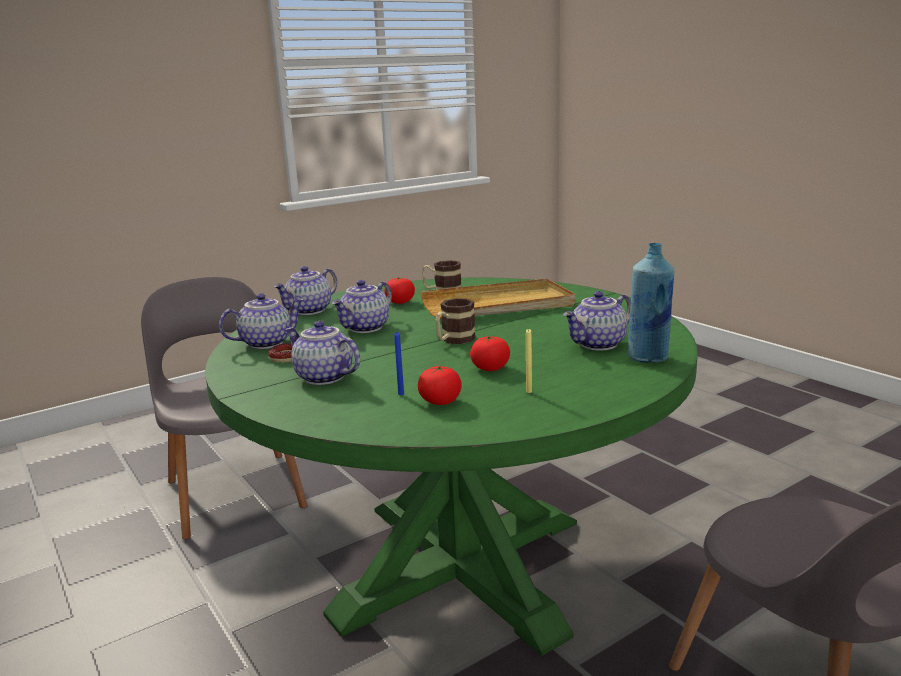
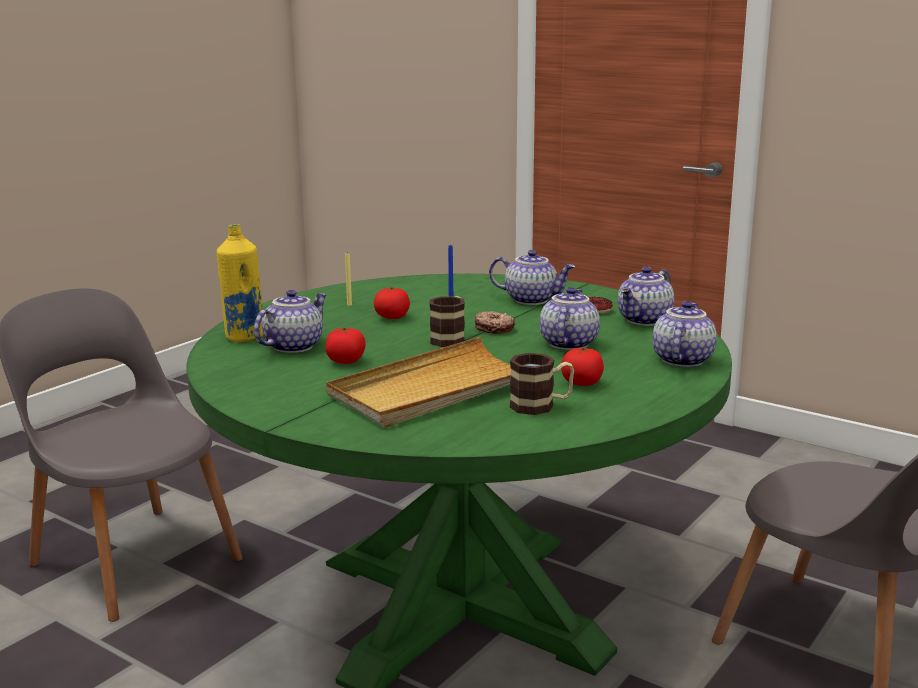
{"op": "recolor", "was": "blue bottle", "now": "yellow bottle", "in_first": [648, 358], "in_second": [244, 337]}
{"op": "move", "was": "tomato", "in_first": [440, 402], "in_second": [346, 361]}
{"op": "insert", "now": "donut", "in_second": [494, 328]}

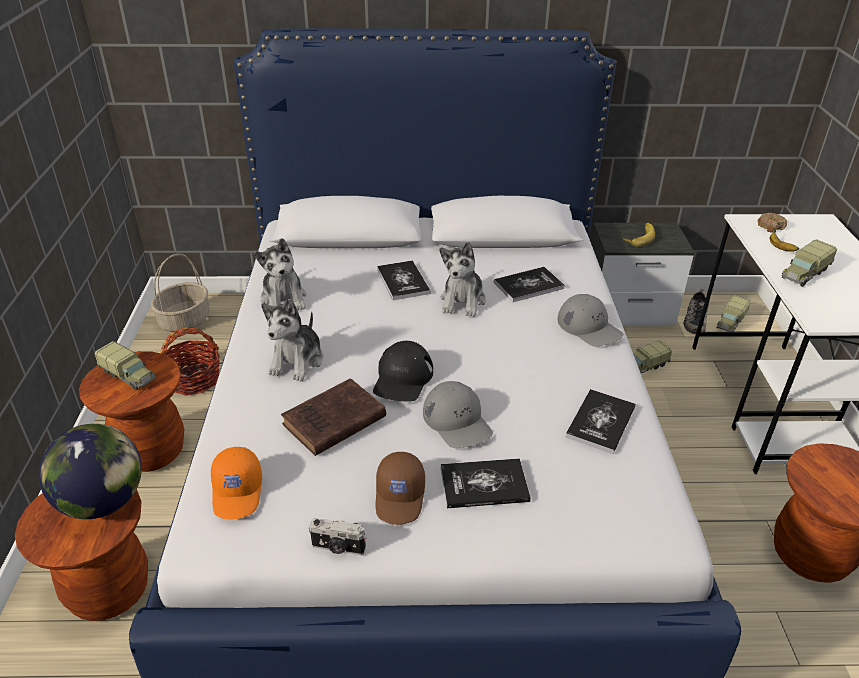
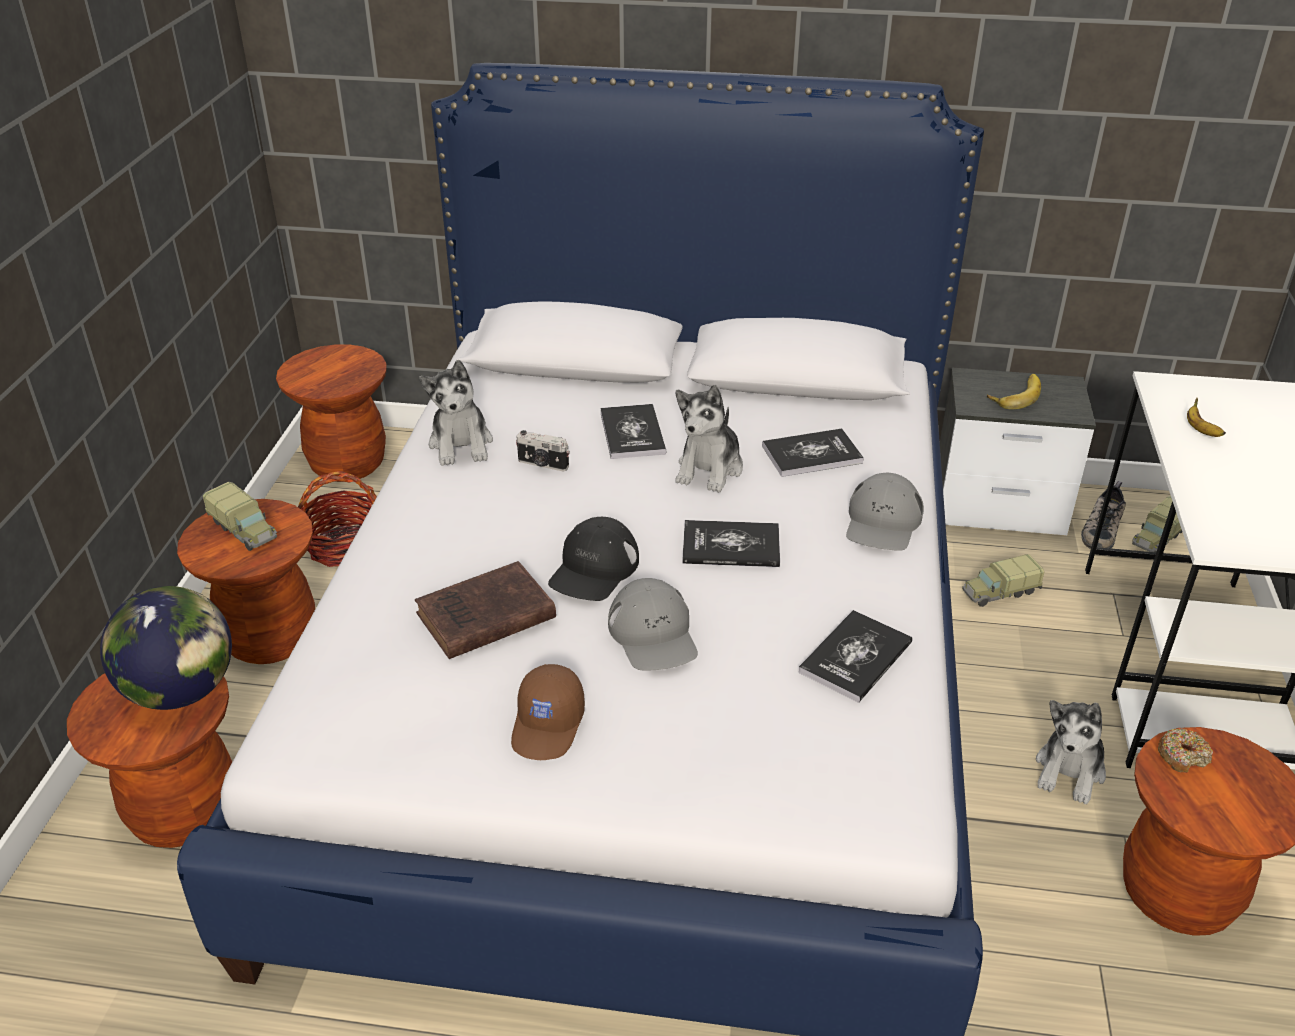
{"op": "move", "was": "donut", "in_first": [770, 226], "in_second": [1182, 756]}
{"op": "delete", "was": "toy truck", "in_first": [804, 274]}
{"op": "replace", "was": "basket", "now": "brown stool", "in_first": [185, 321], "in_second": [347, 463]}
{"op": "rotate", "was": "grey cap", "in_first": [589, 327], "in_second": [882, 522], "clockwise": 45}
{"op": "move", "was": "plush toy", "in_first": [297, 361], "in_second": [1070, 771]}
{"op": "delete", "was": "orange cap", "in_first": [238, 492]}
{"op": "move", "was": "book", "in_first": [484, 485], "in_second": [731, 546]}
{"op": "move", "was": "photo camera", "in_first": [338, 548], "in_second": [542, 464]}

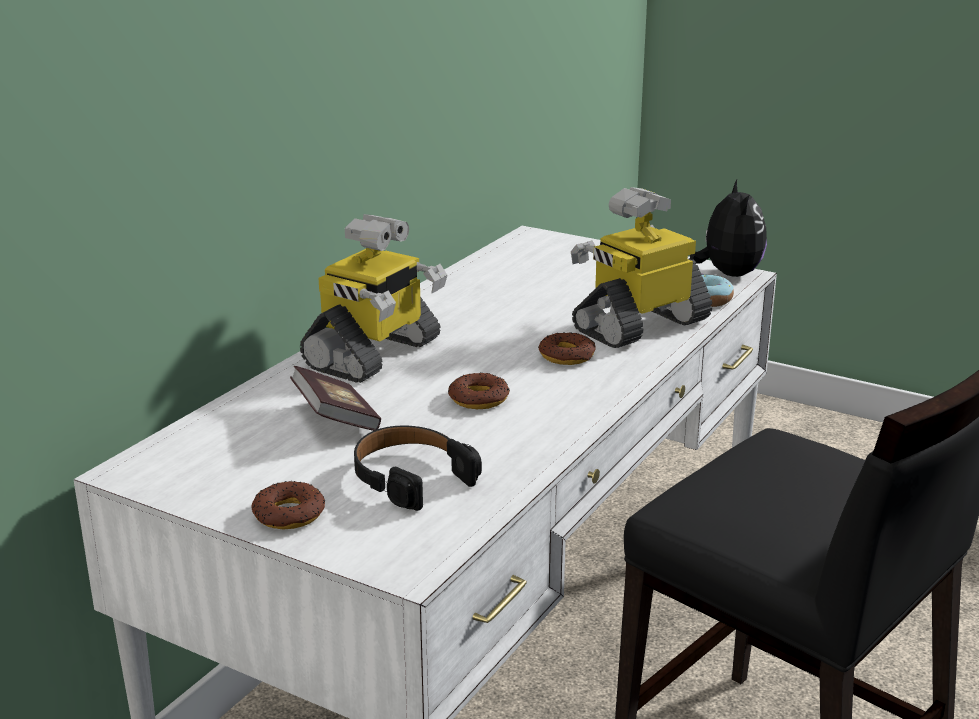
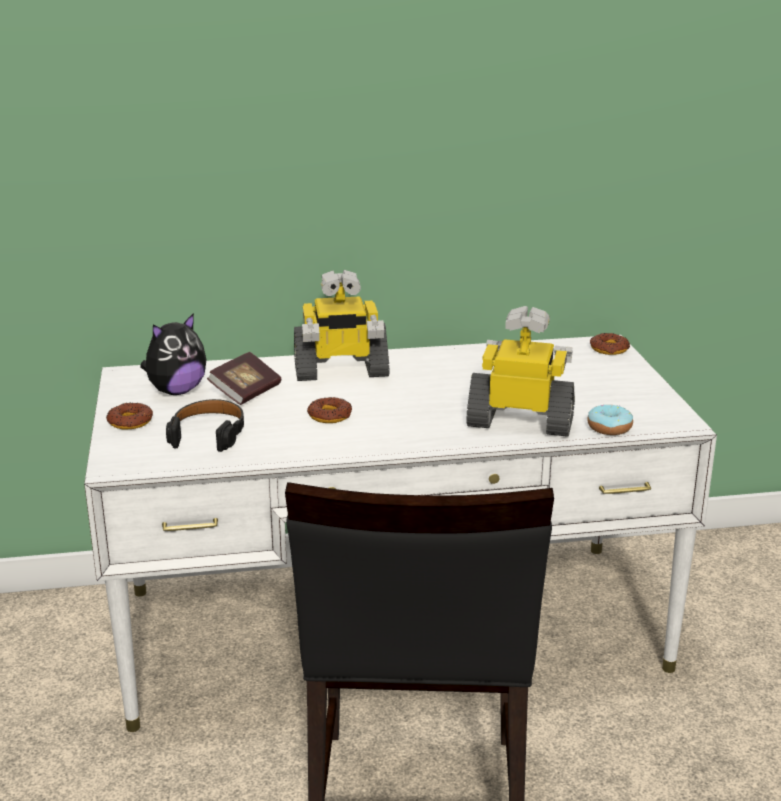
{"op": "move", "was": "plush toy", "in_first": [728, 274], "in_second": [176, 391]}
{"op": "move", "was": "donut", "in_first": [567, 356], "in_second": [609, 349]}

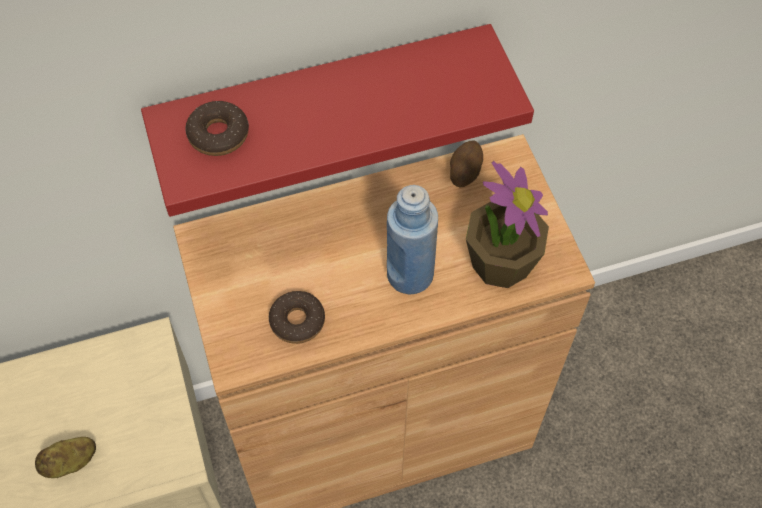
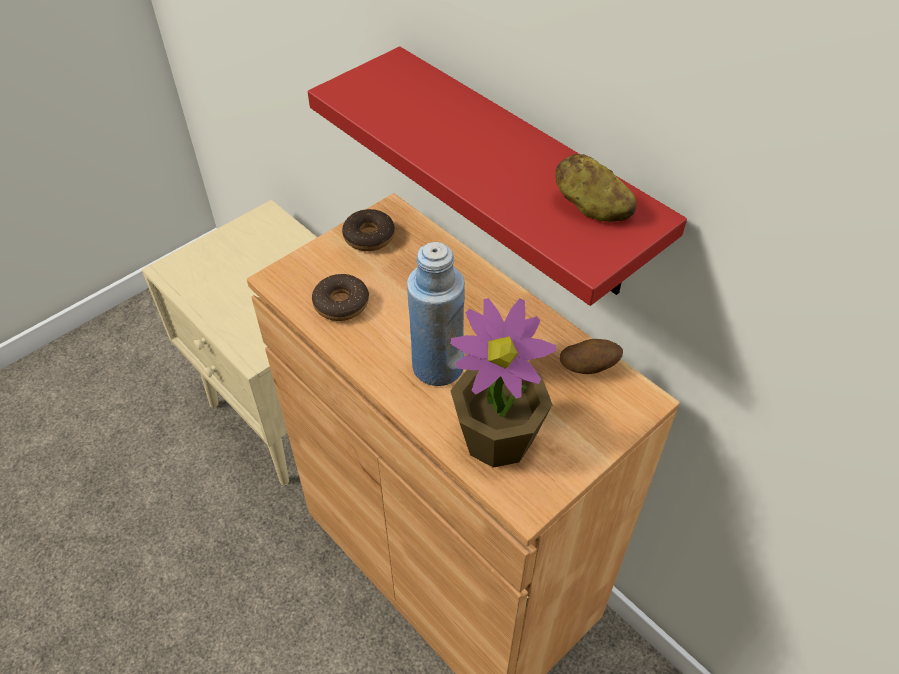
{"op": "move", "was": "donut", "in_first": [218, 134], "in_second": [369, 236]}
{"op": "move", "was": "potato", "in_first": [70, 463], "in_second": [591, 208]}

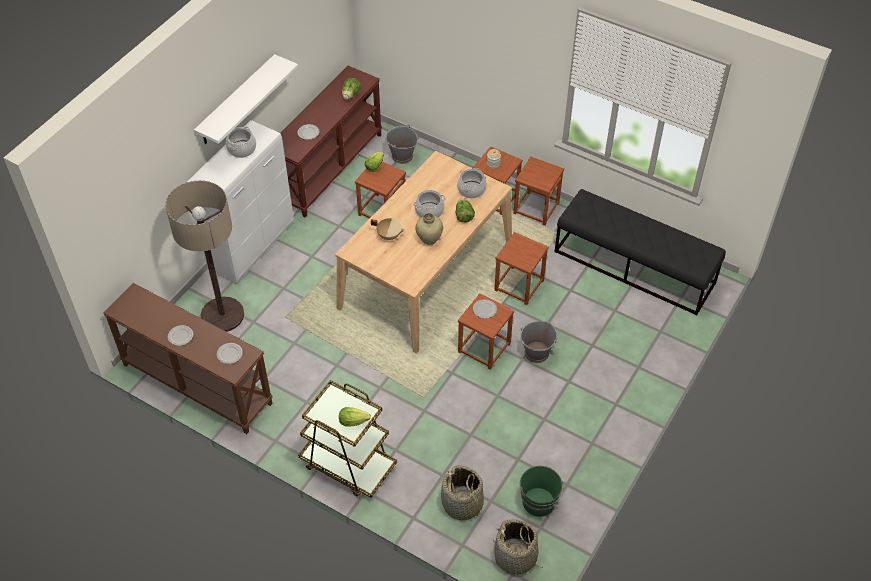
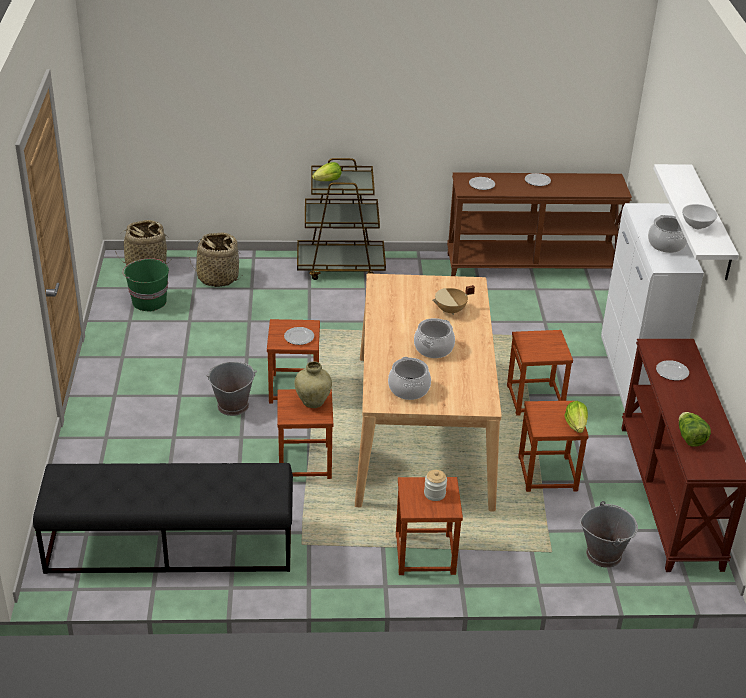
{"op": "move", "was": "brown stool", "in_first": [536, 208], "in_second": [535, 400]}
{"op": "delete", "was": "floor lamp", "in_first": [222, 315]}
{"op": "delete", "was": "lettuce", "in_first": [463, 216]}
{"op": "move", "was": "beige vase", "in_first": [429, 239], "in_second": [313, 402]}
{"op": "insert", "now": "white bowl", "in_second": [696, 226]}

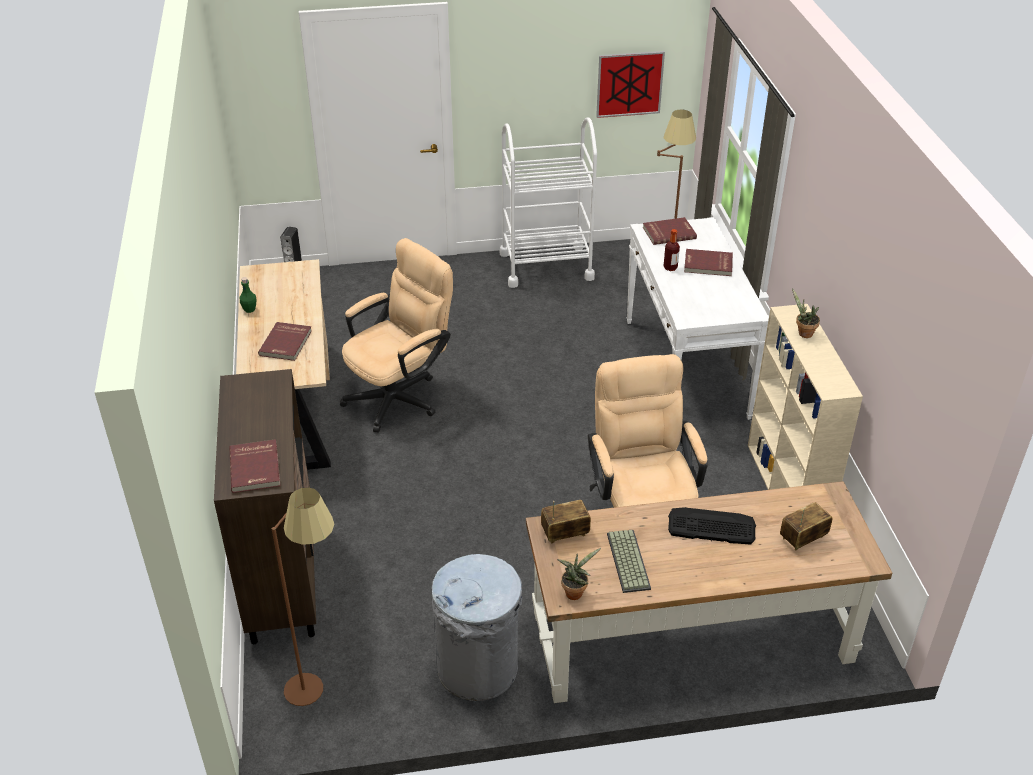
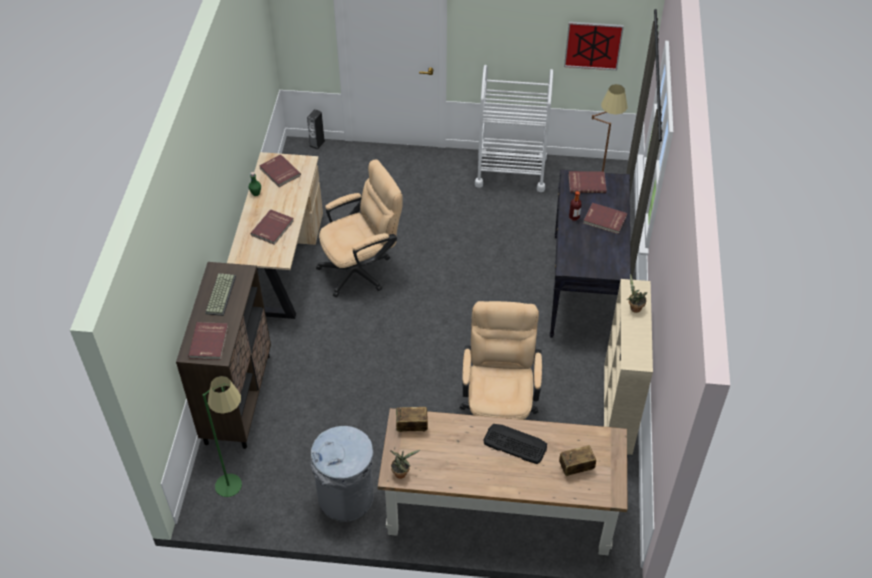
{"op": "recolor", "was": "white console table", "now": "black console table", "in_first": [686, 368], "in_second": [584, 287]}
{"op": "recolor", "was": "brown floor lamp", "now": "green floor lamp", "in_first": [321, 691], "in_second": [239, 489]}
{"op": "move", "was": "keyboard", "in_first": [626, 560], "in_second": [220, 294]}
{"op": "insert", "now": "red book", "in_second": [279, 172]}

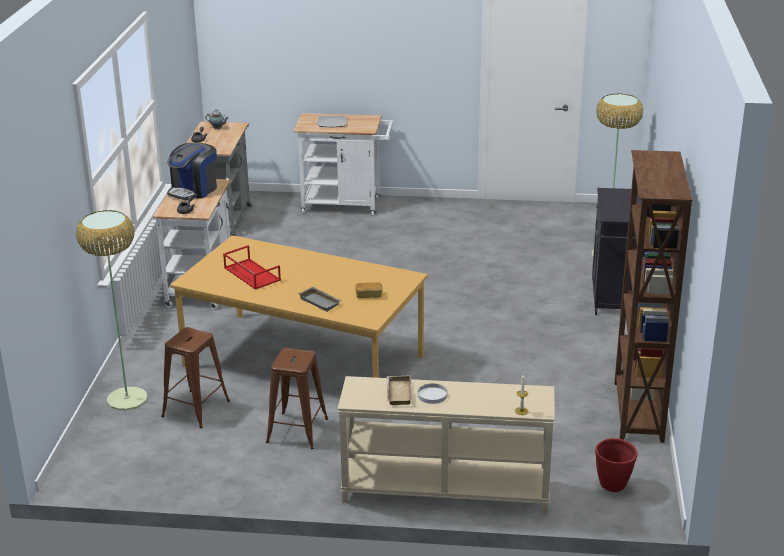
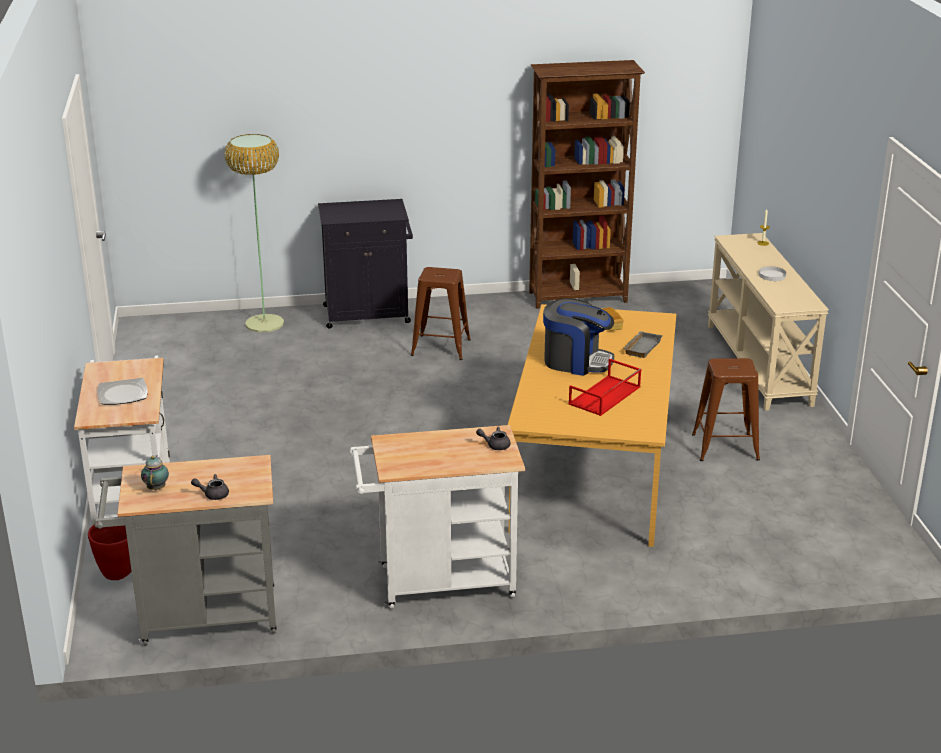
{"op": "move", "was": "coffee machine", "in_first": [193, 190], "in_second": [576, 361]}
{"op": "delete", "was": "floor lamp", "in_first": [127, 399]}
{"op": "move", "was": "brown stool", "in_first": [196, 409], "in_second": [441, 347]}
{"op": "delete", "was": "beige tray", "in_first": [397, 393]}
{"op": "move", "was": "red planter", "in_first": [613, 486], "in_second": [117, 572]}

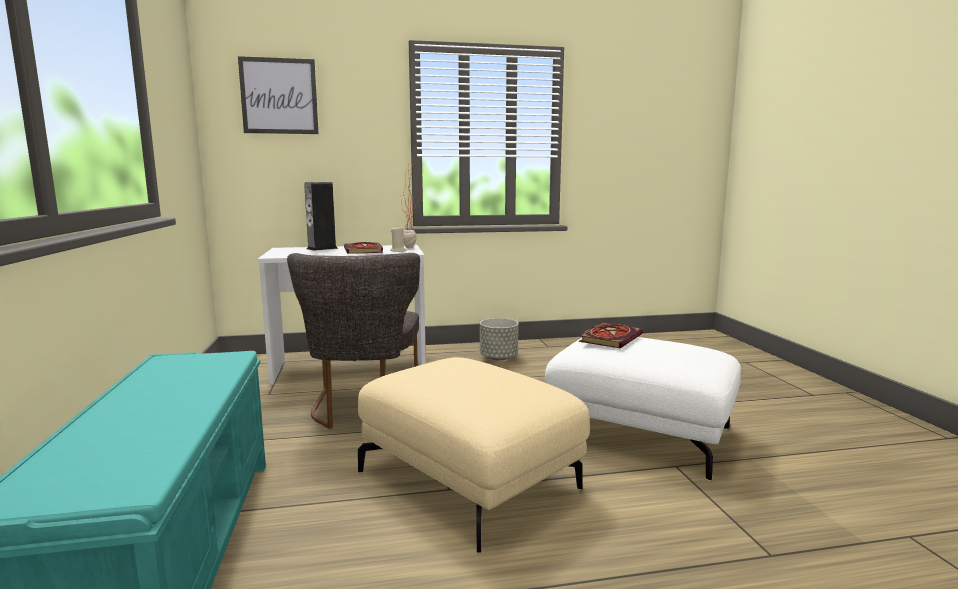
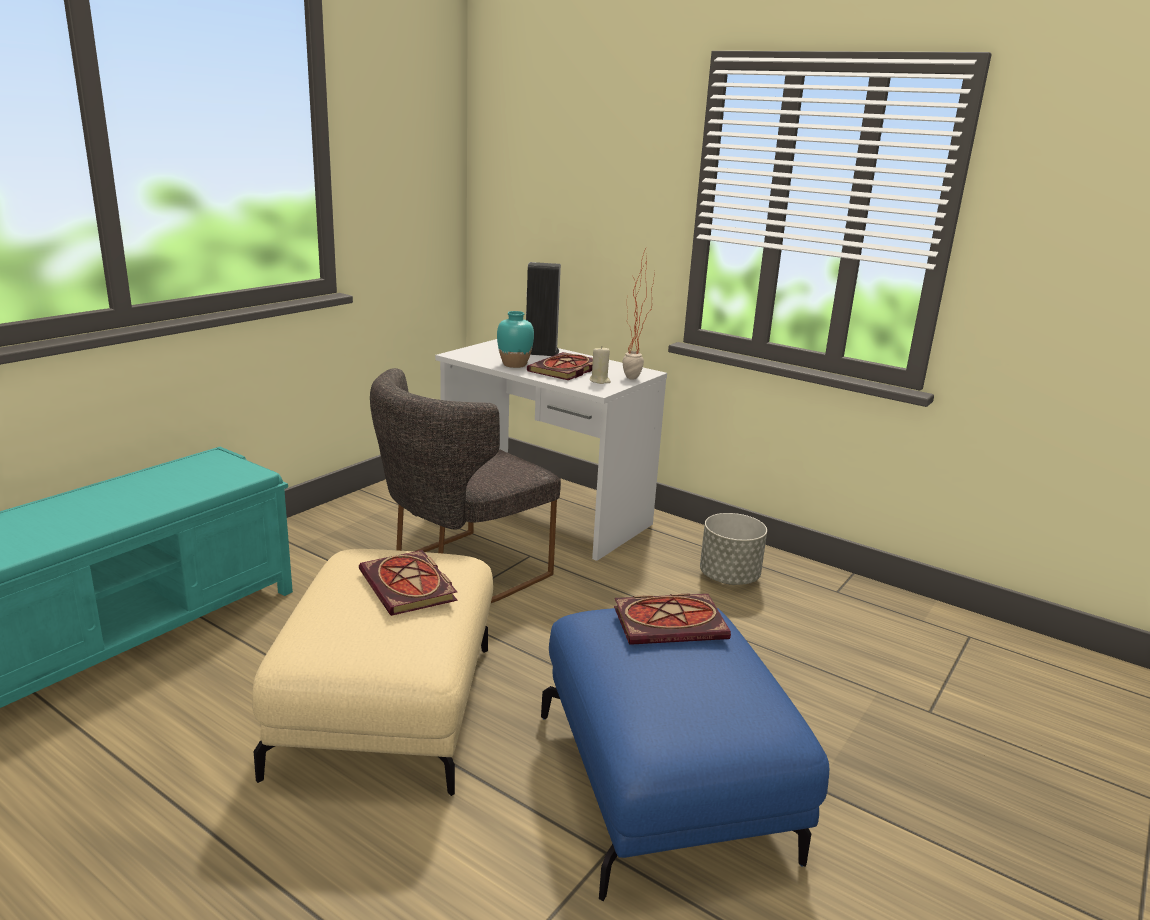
{"op": "delete", "was": "picture", "in_first": [279, 96]}
{"op": "recolor", "was": "white ottoman", "now": "blue ottoman", "in_first": [640, 433], "in_second": [665, 785]}
{"op": "insert", "now": "turquoise vase", "in_second": [514, 364]}
{"op": "insert", "now": "book", "in_second": [410, 587]}

